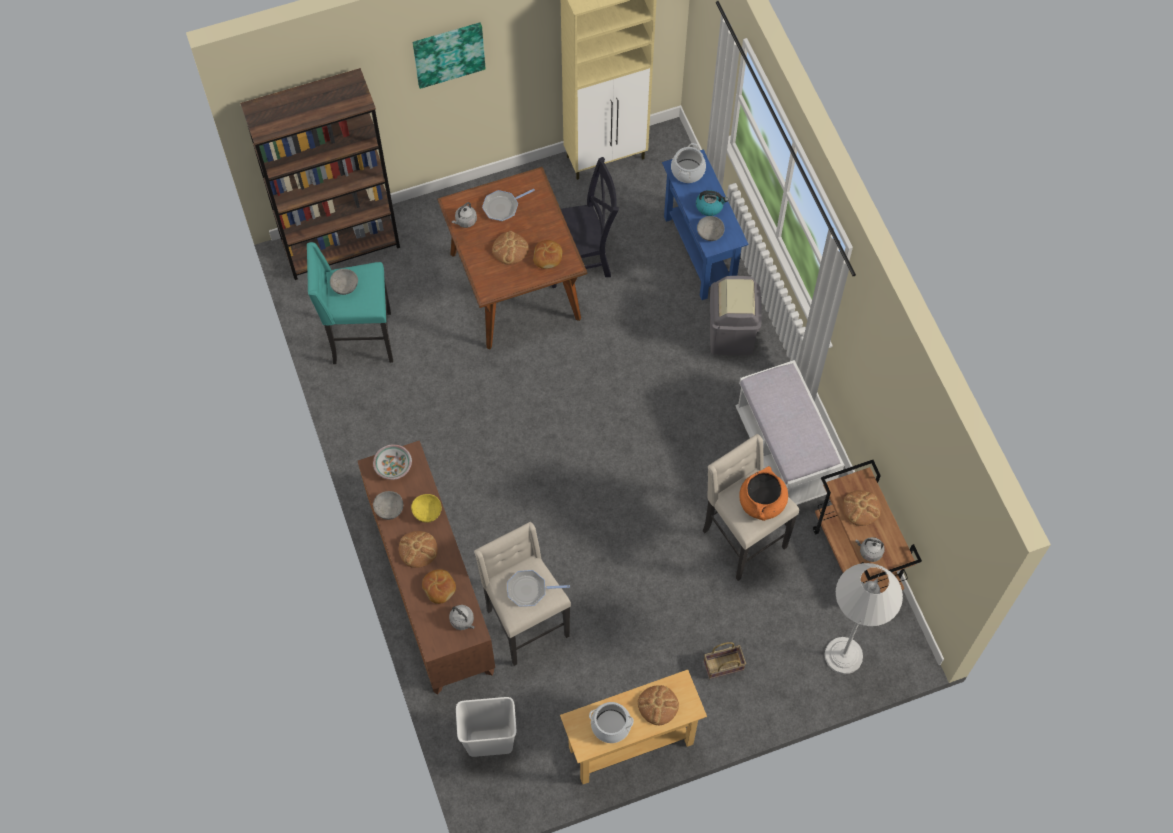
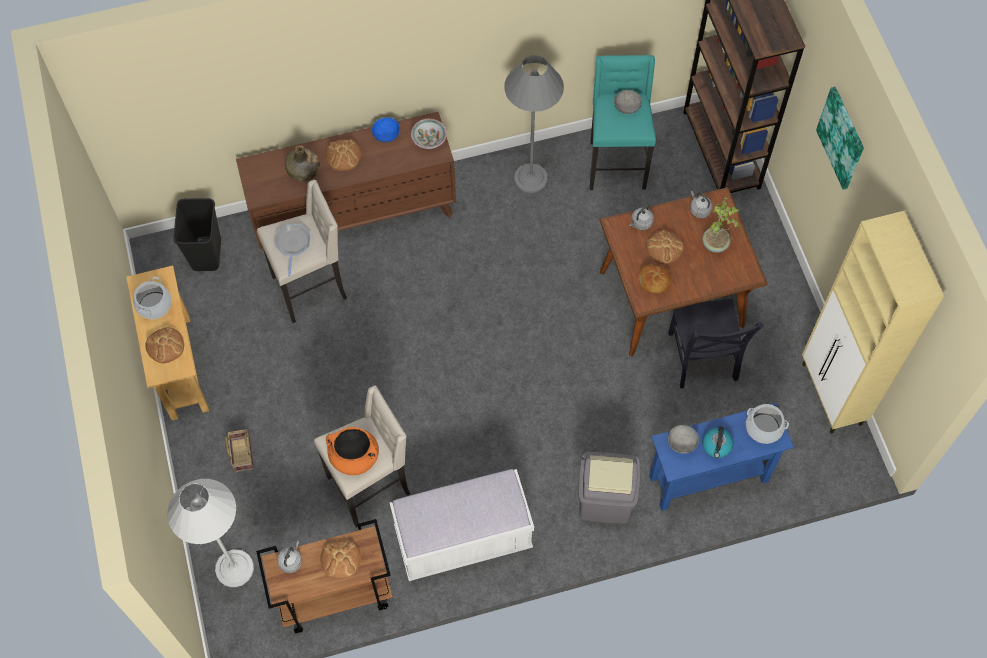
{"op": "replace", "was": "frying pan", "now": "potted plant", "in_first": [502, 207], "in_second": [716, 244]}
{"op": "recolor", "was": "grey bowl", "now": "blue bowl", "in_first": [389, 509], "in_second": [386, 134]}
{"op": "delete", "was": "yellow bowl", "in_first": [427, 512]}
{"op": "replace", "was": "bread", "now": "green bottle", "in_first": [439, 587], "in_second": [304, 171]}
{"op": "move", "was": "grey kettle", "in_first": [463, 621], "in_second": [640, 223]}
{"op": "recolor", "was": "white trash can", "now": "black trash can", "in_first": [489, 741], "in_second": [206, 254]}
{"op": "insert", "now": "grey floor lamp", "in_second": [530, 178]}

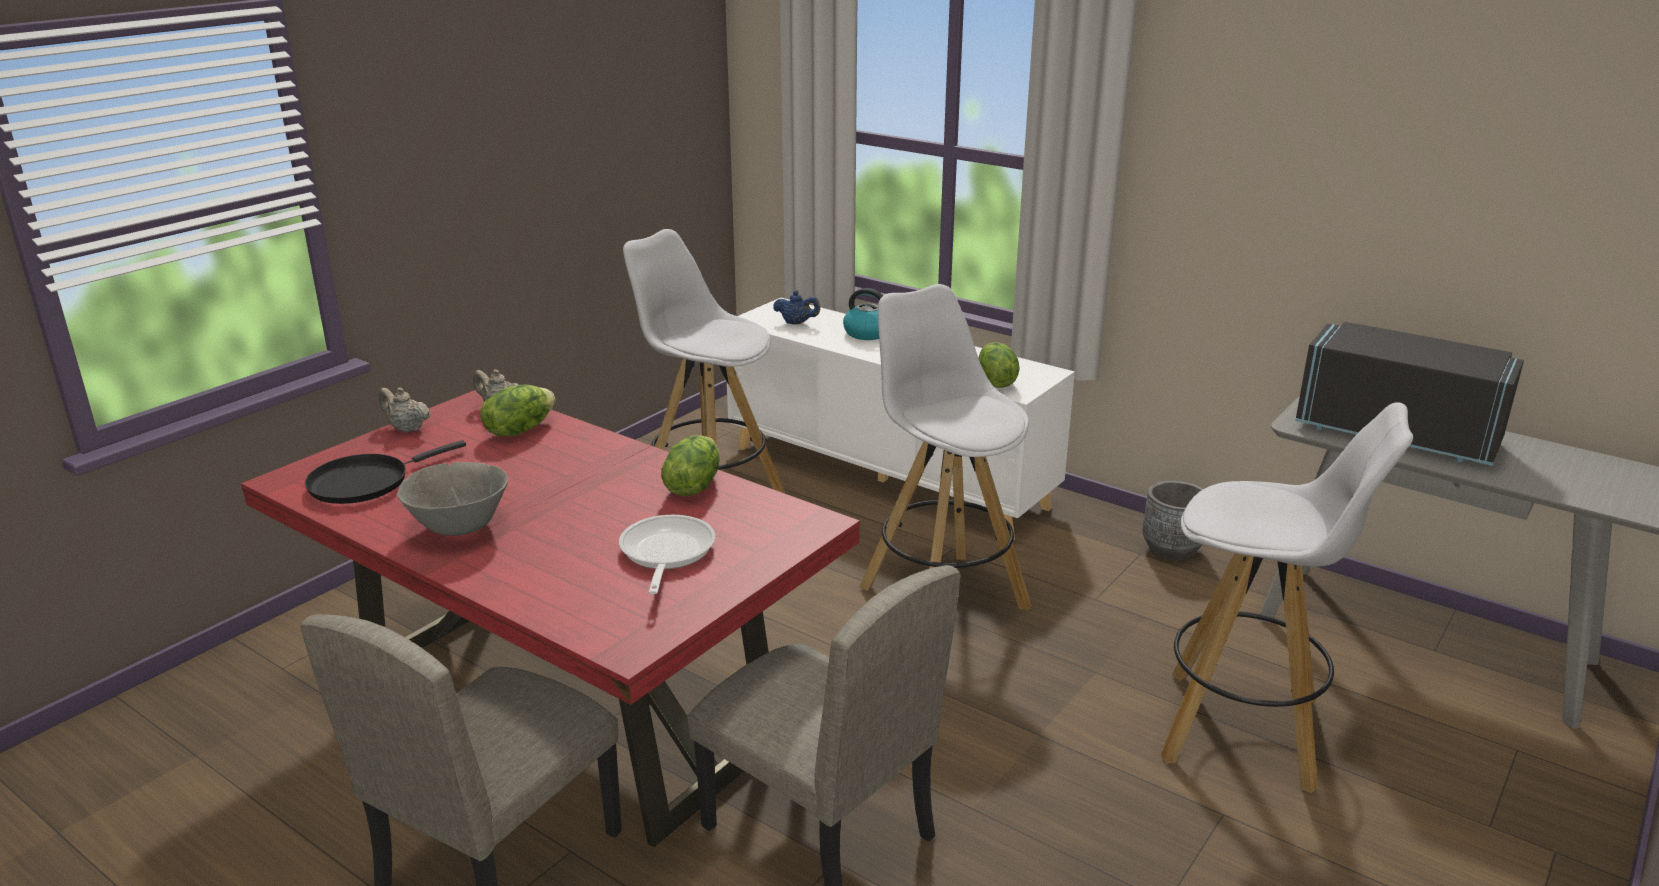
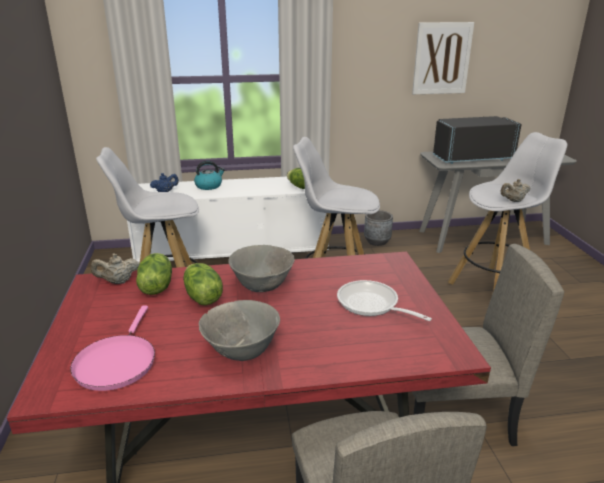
{"op": "move", "was": "beige teapot", "in_first": [406, 428], "in_second": [513, 201]}
{"op": "move", "was": "lettuce", "in_first": [692, 486], "in_second": [202, 297]}
{"op": "recolor", "was": "black frying pan", "now": "pink frying pan", "in_first": [365, 482], "in_second": [116, 362]}
{"op": "insert", "now": "picture", "in_second": [442, 58]}
{"op": "insert", "now": "grey bowl", "in_second": [262, 286]}

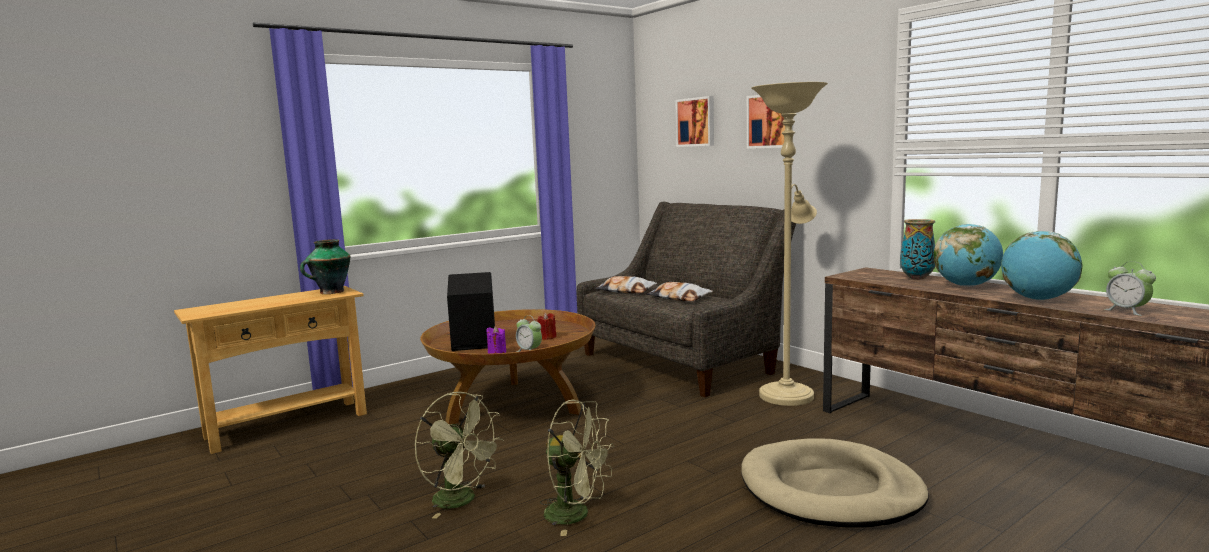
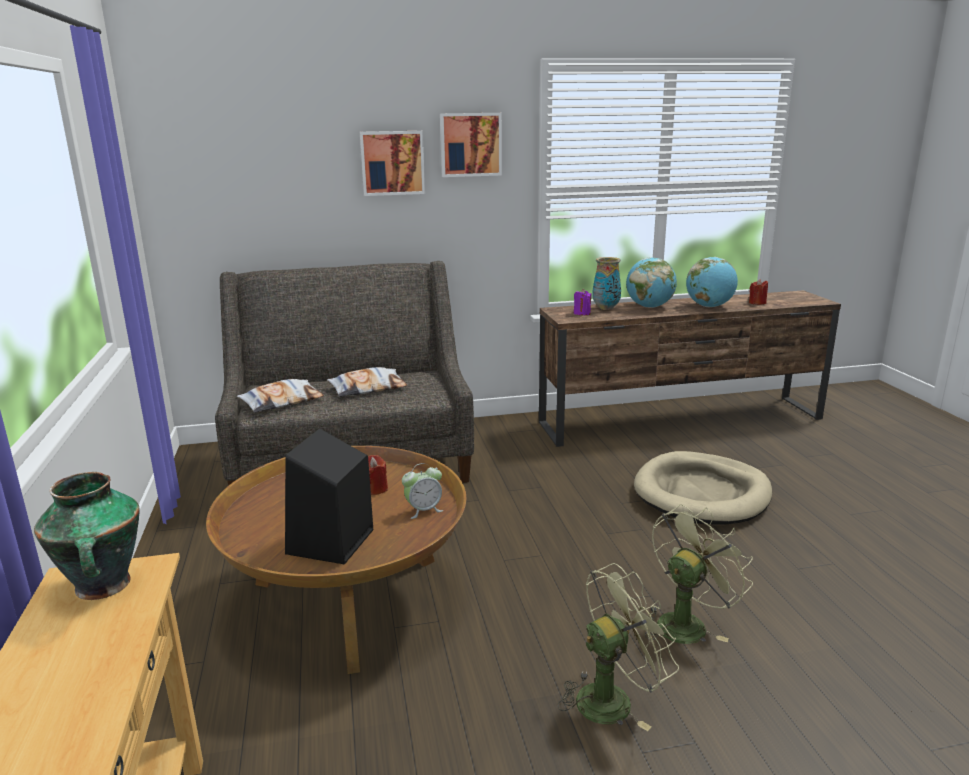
{"op": "delete", "was": "beige floor lamp", "in_first": [788, 393]}
{"op": "move", "was": "picture", "in_first": [696, 122], "in_second": [470, 144]}
{"op": "replace", "was": "alarm clock", "now": "red candle", "in_first": [1127, 311], "in_second": [757, 303]}
{"op": "move", "was": "purple candle", "in_first": [497, 352], "in_second": [582, 313]}

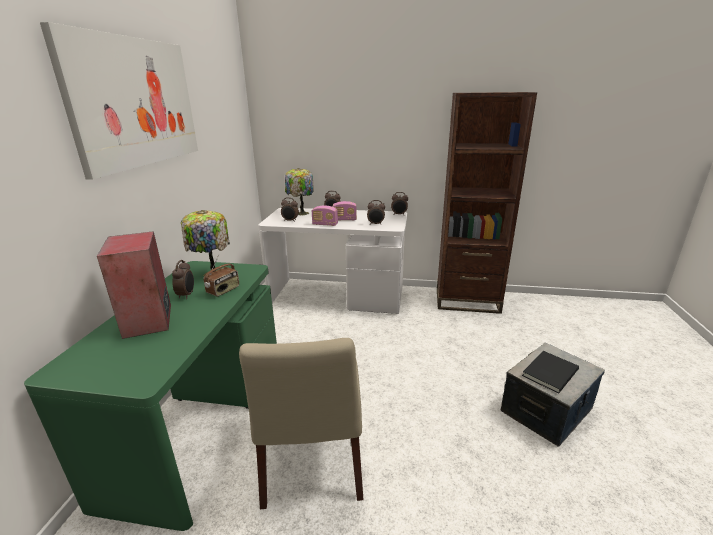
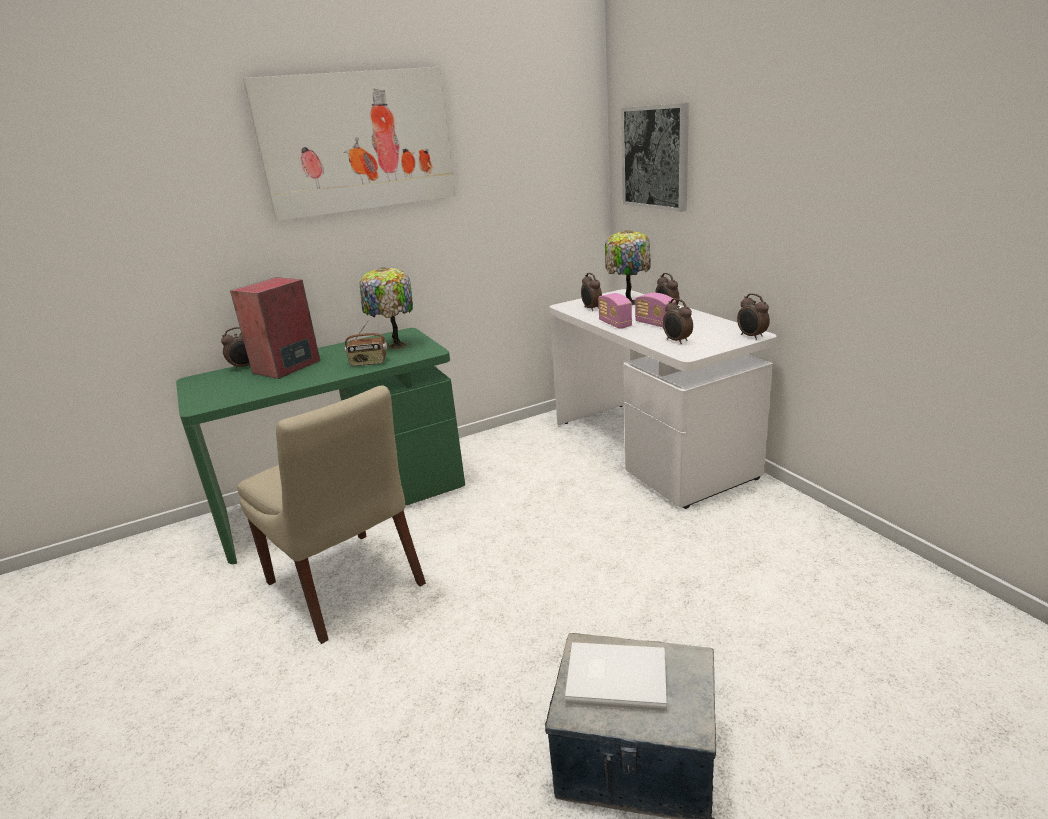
{"op": "delete", "was": "brown bookcase", "in_first": [467, 301]}
{"op": "move", "was": "alarm clock", "in_first": [187, 295], "in_second": [244, 367]}
{"op": "rotate", "was": "beige chair", "in_first": [312, 461], "in_second": [348, 586], "clockwise": -90}
{"op": "recolor", "was": "black book", "now": "white book", "in_first": [548, 372], "in_second": [615, 676]}
{"op": "insert", "now": "picture", "in_second": [655, 157]}

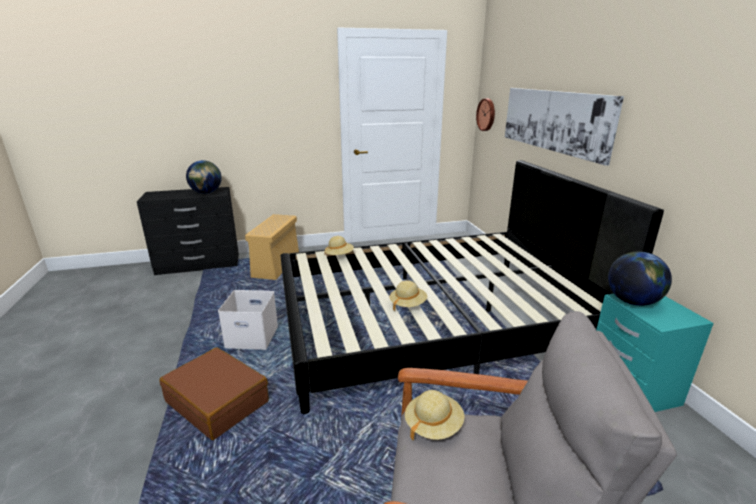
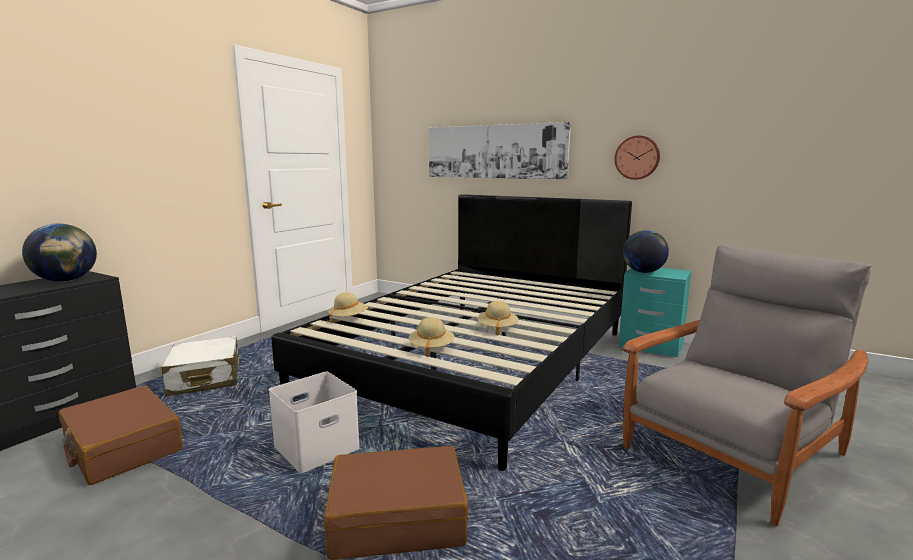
{"op": "move", "was": "wall clock", "in_first": [486, 114], "in_second": [637, 157]}
{"op": "replace", "was": "beige storage box", "now": "white suitcase", "in_first": [276, 266], "in_second": [205, 378]}
{"op": "move", "was": "beige hat", "in_first": [433, 425], "in_second": [431, 348]}
{"op": "insert", "now": "brown suitcase", "in_second": [122, 447]}

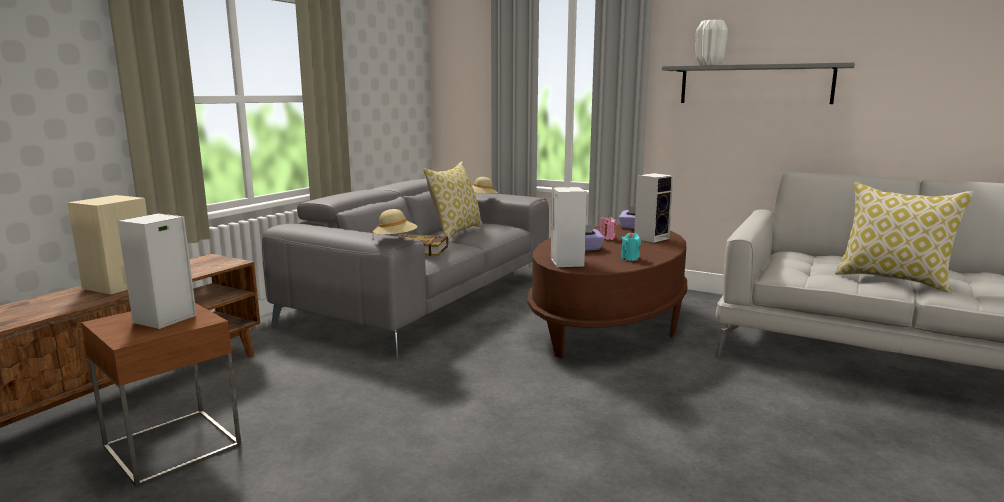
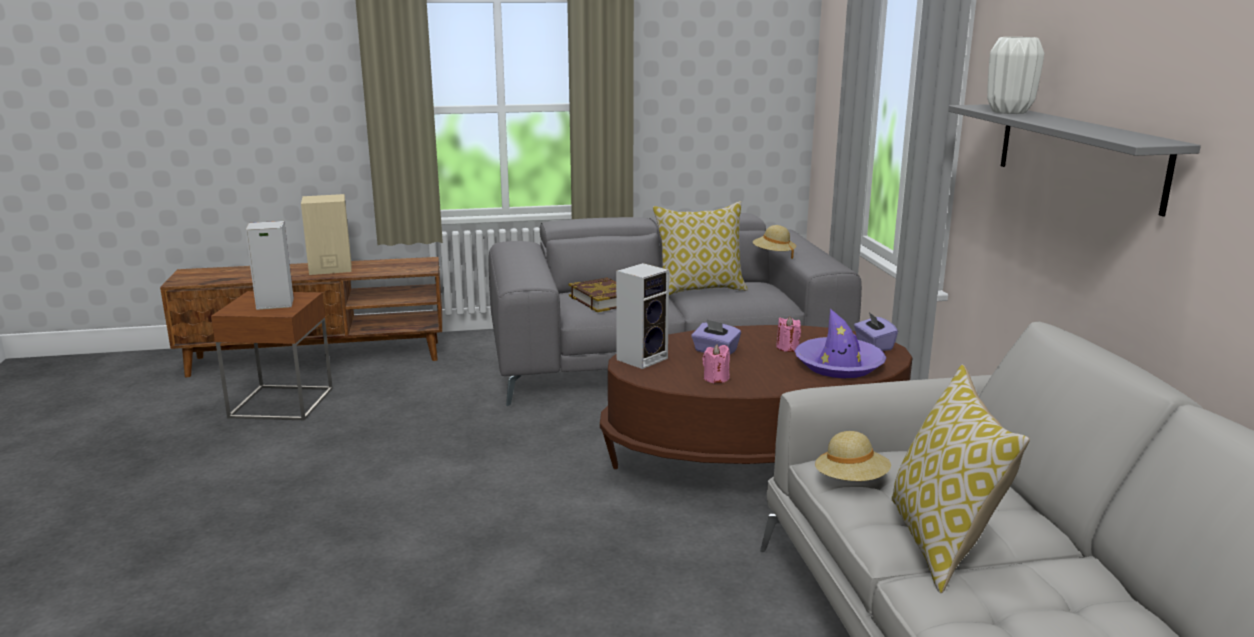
{"op": "replace", "was": "speaker", "now": "purple hat", "in_first": [651, 238], "in_second": [839, 365]}
{"op": "move", "was": "beige hat", "in_first": [395, 240], "in_second": [851, 481]}
{"op": "recolor", "was": "turquoise candle", "now": "pink candle", "in_first": [630, 258], "in_second": [716, 378]}

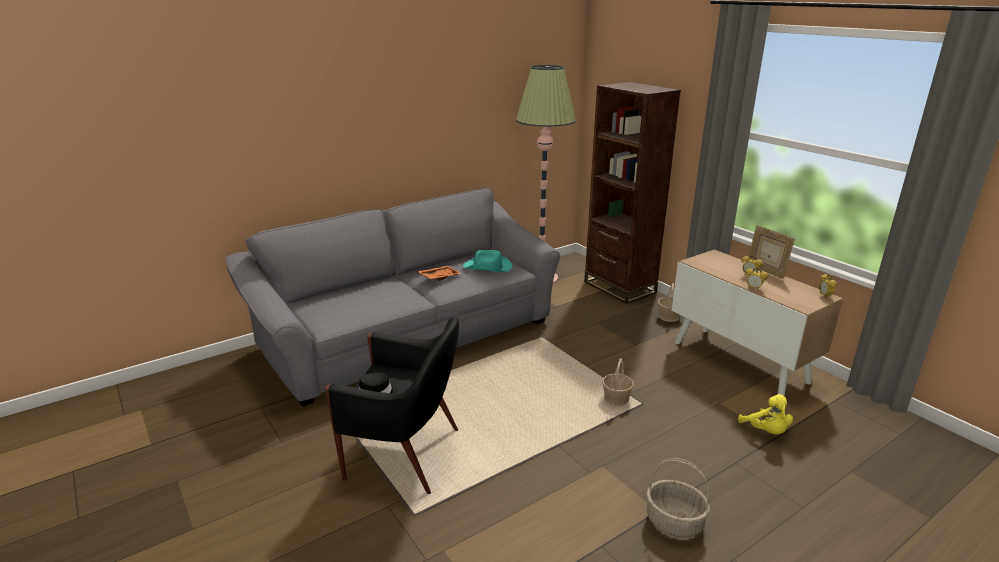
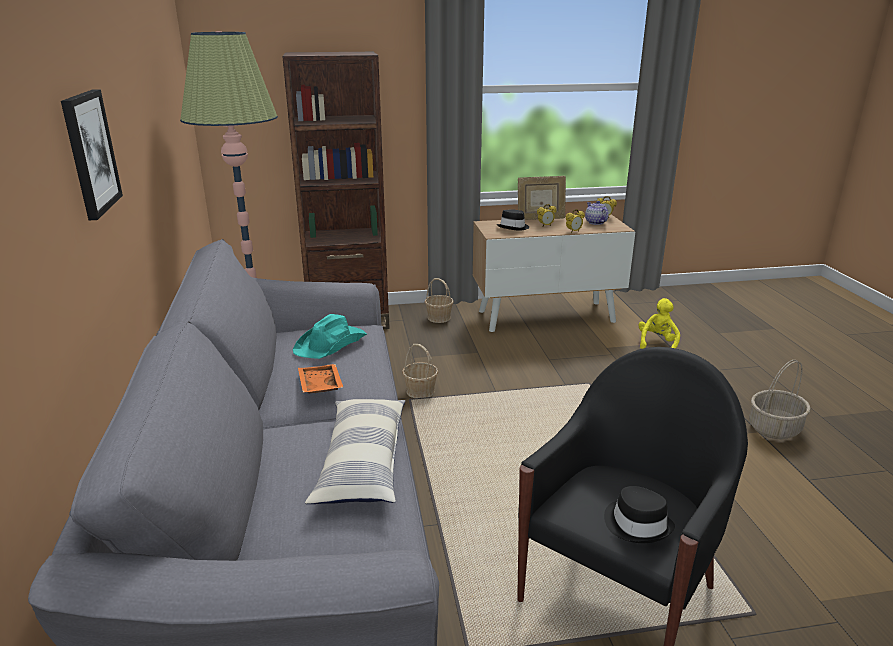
{"op": "move", "was": "basket", "in_first": [616, 399], "in_second": [420, 391]}
{"op": "rotate", "was": "yellow plush toy", "in_first": [766, 431], "in_second": [657, 343], "clockwise": -75}
{"op": "insert", "now": "picture", "in_second": [90, 153]}
{"op": "insert", "now": "teapot", "in_second": [595, 222]}
{"op": "insert", "now": "black hat", "in_second": [514, 227]}
{"op": "insert", "now": "pillow", "in_second": [362, 462]}

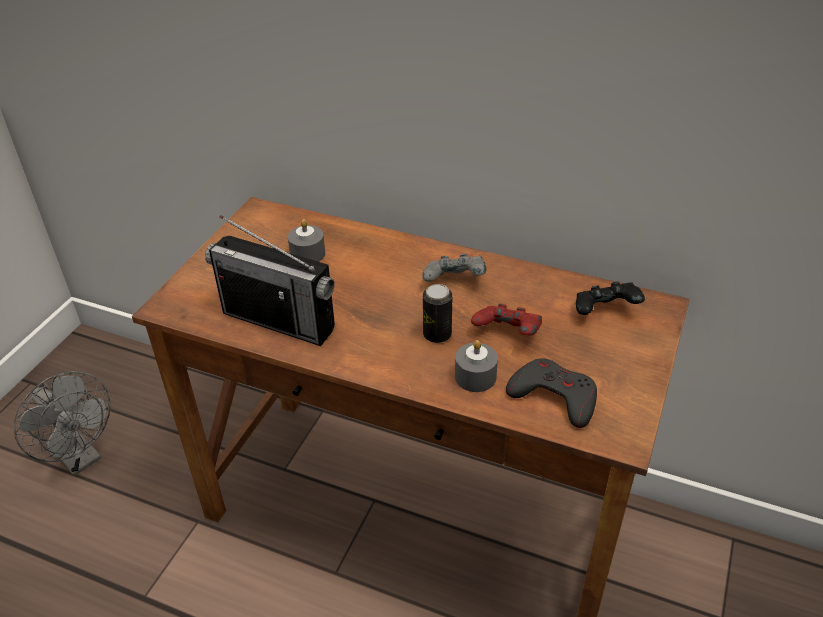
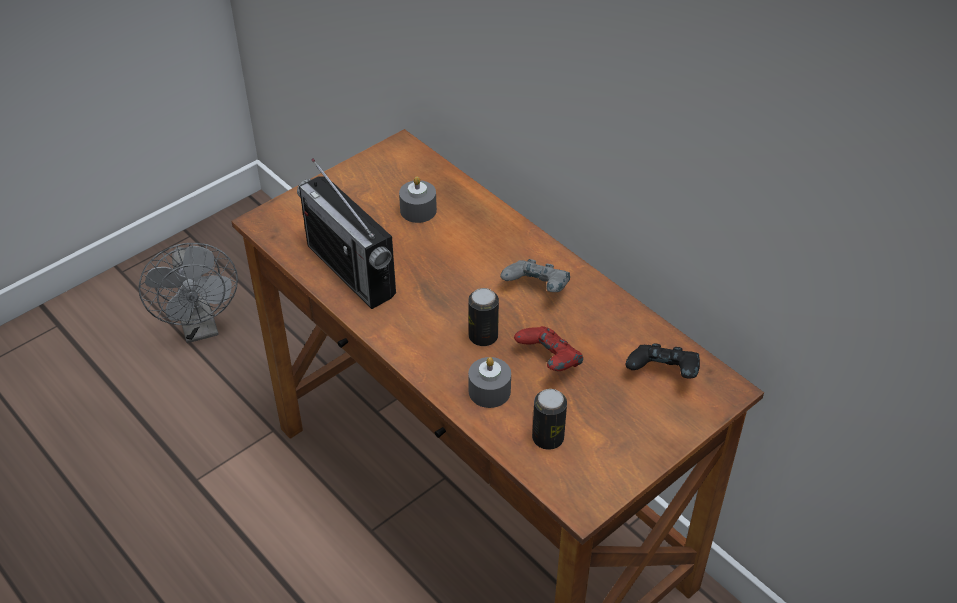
{"op": "replace", "was": "grey game controller", "now": "can", "in_first": [554, 396], "in_second": [548, 438]}

